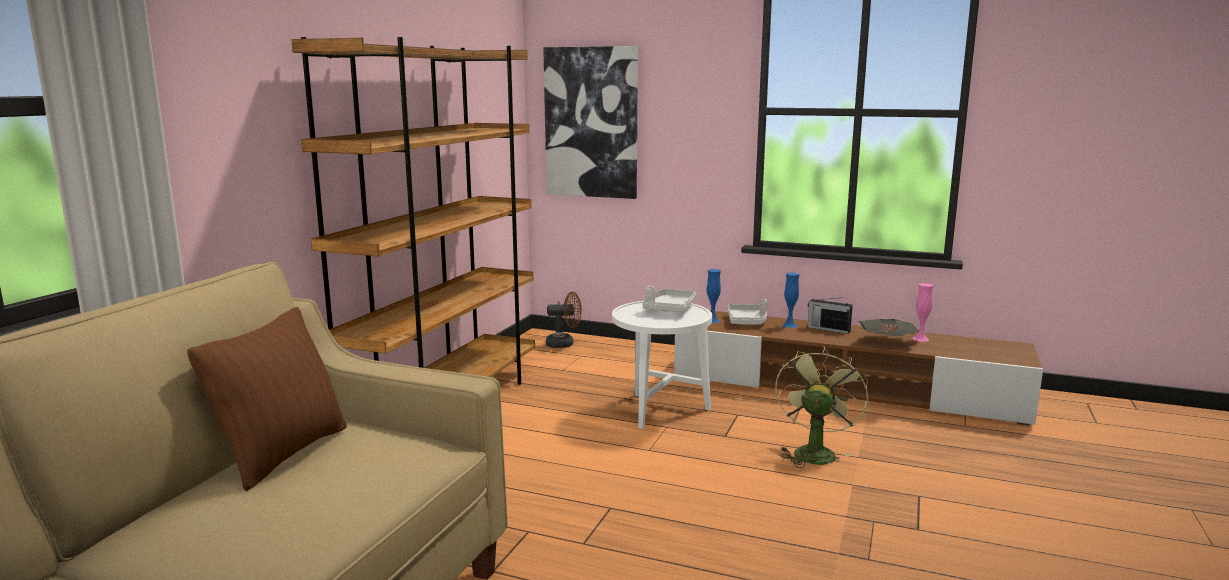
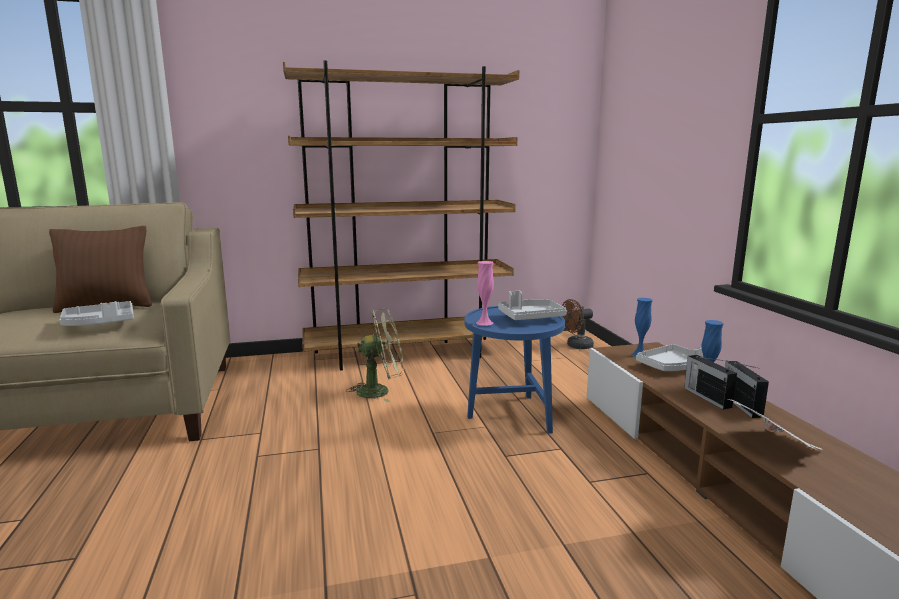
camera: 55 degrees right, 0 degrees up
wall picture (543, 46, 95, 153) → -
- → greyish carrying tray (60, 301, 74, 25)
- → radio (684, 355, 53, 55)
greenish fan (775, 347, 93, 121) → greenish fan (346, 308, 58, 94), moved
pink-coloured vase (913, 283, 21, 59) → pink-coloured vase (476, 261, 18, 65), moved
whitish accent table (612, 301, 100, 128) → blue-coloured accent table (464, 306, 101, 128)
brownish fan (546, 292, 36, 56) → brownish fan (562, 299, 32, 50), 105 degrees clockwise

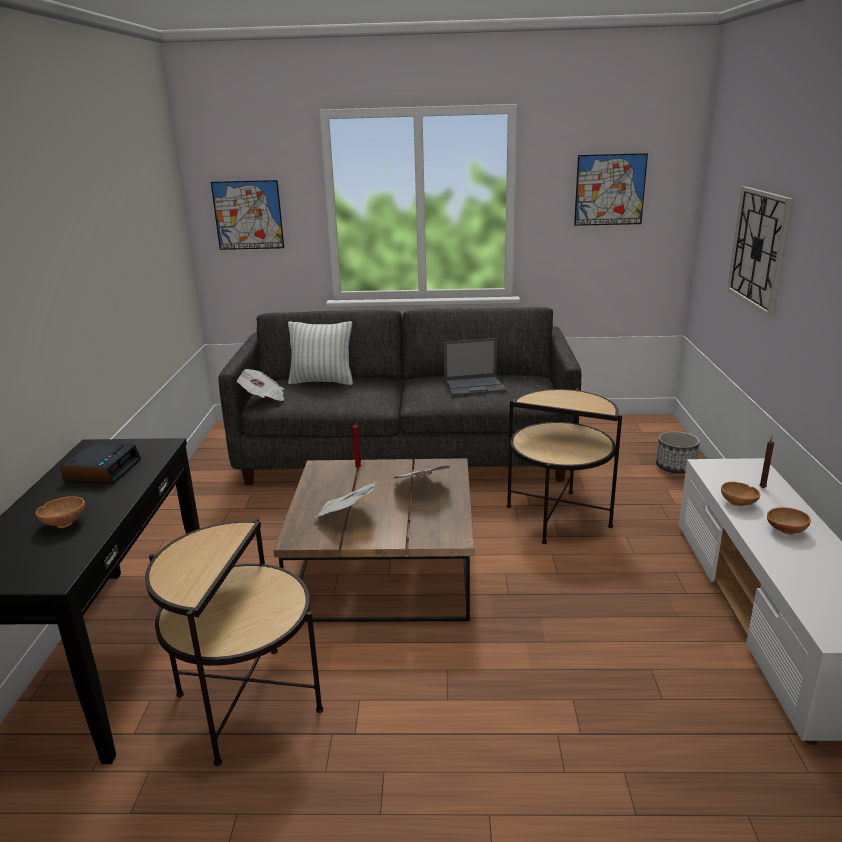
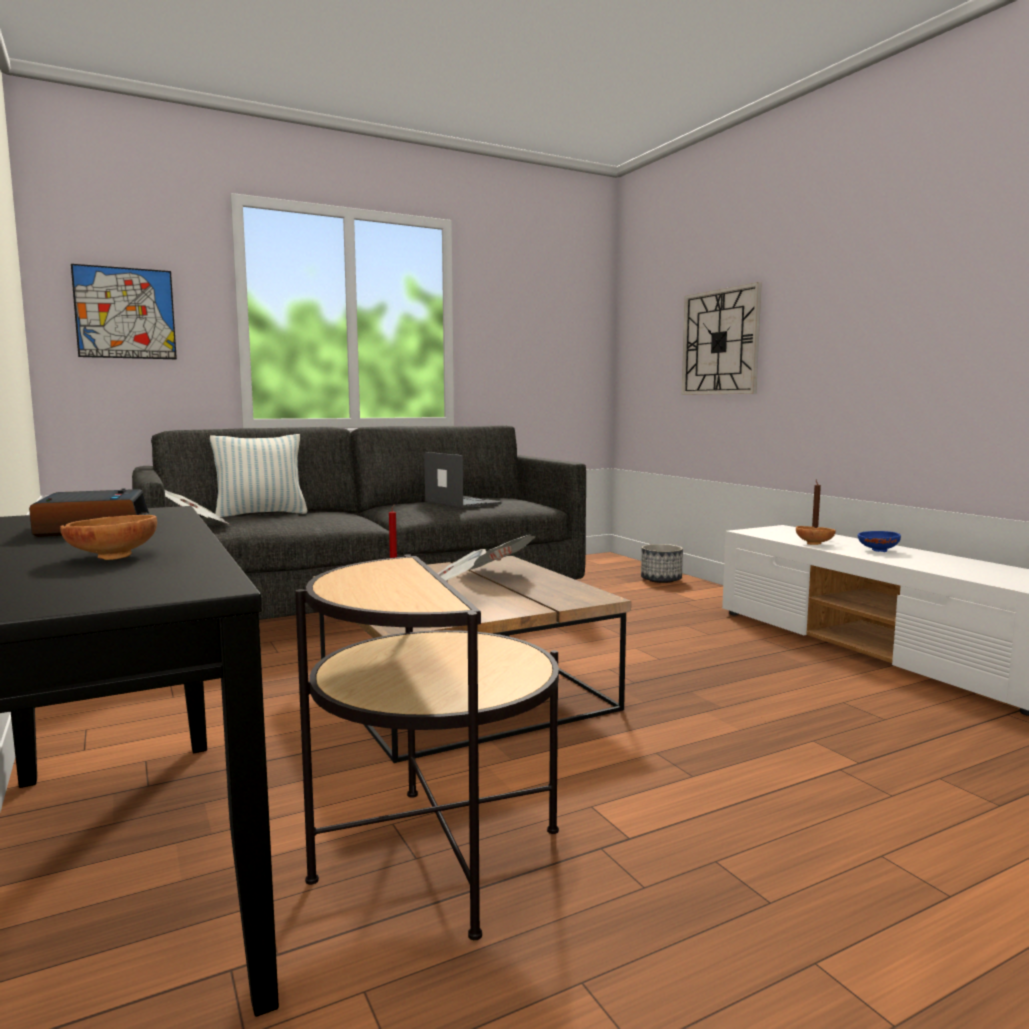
camera: 30 degrees left, 15 degrees down
accent table (506, 389, 116, 155) → -
wall picture (574, 153, 74, 73) → -
brownish deep dish (767, 507, 44, 28) → blue-coloured deep dish (858, 531, 43, 21)
notebook computer (444, 338, 63, 58) → notebook computer (424, 452, 78, 56), 90 degrees counterclockwise

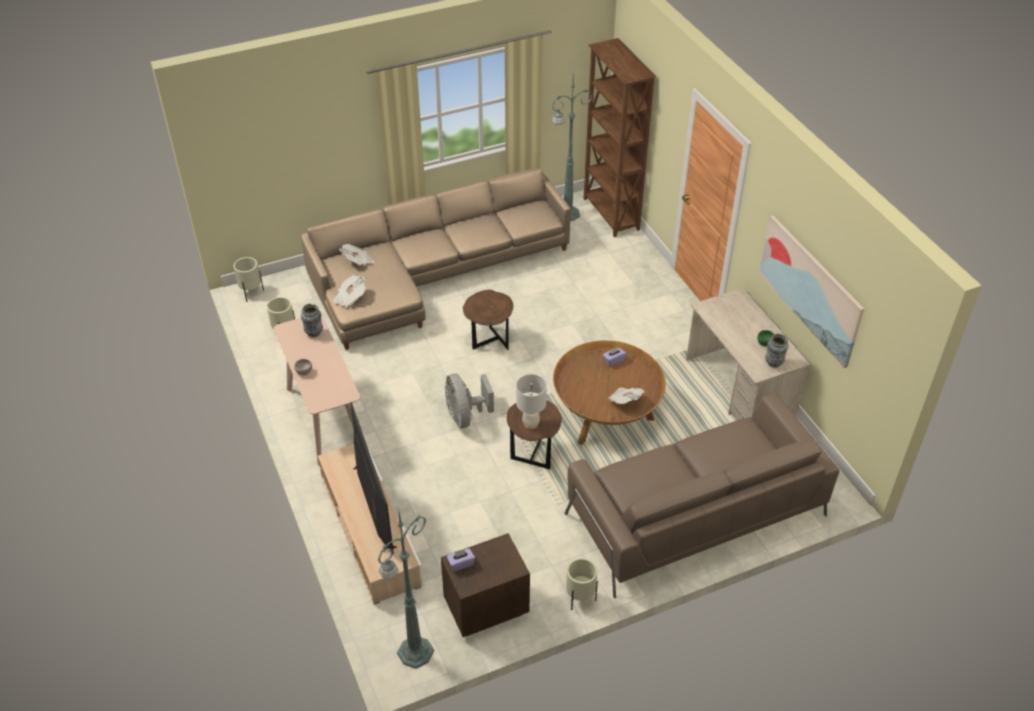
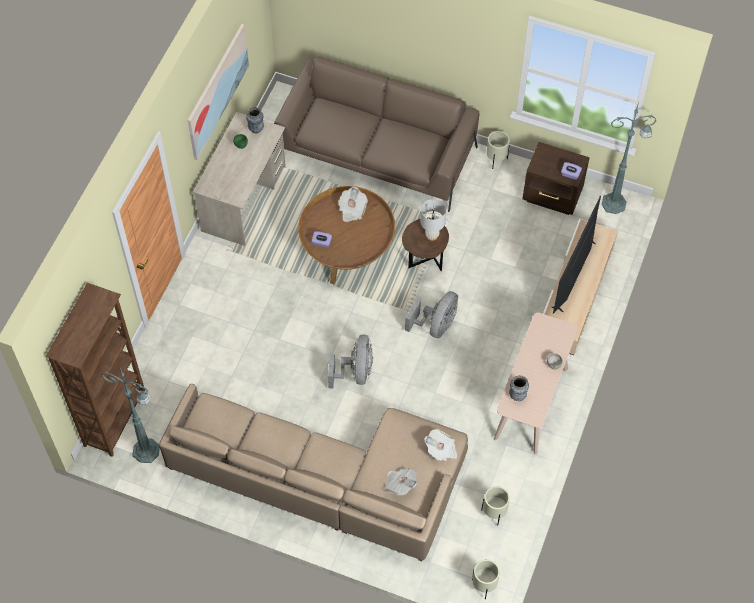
camera: 135 degrees left, 15 degrees up
brownish accent table (463, 290, 50, 60) → greyish fan (328, 334, 45, 55)

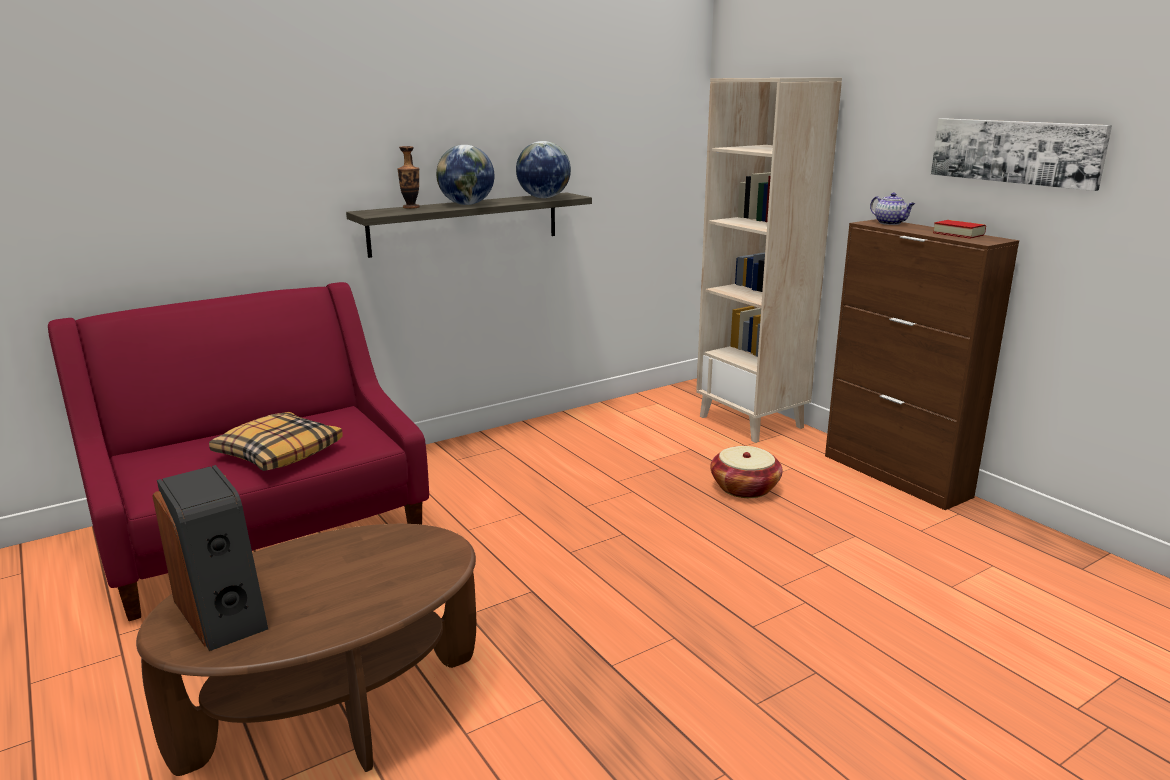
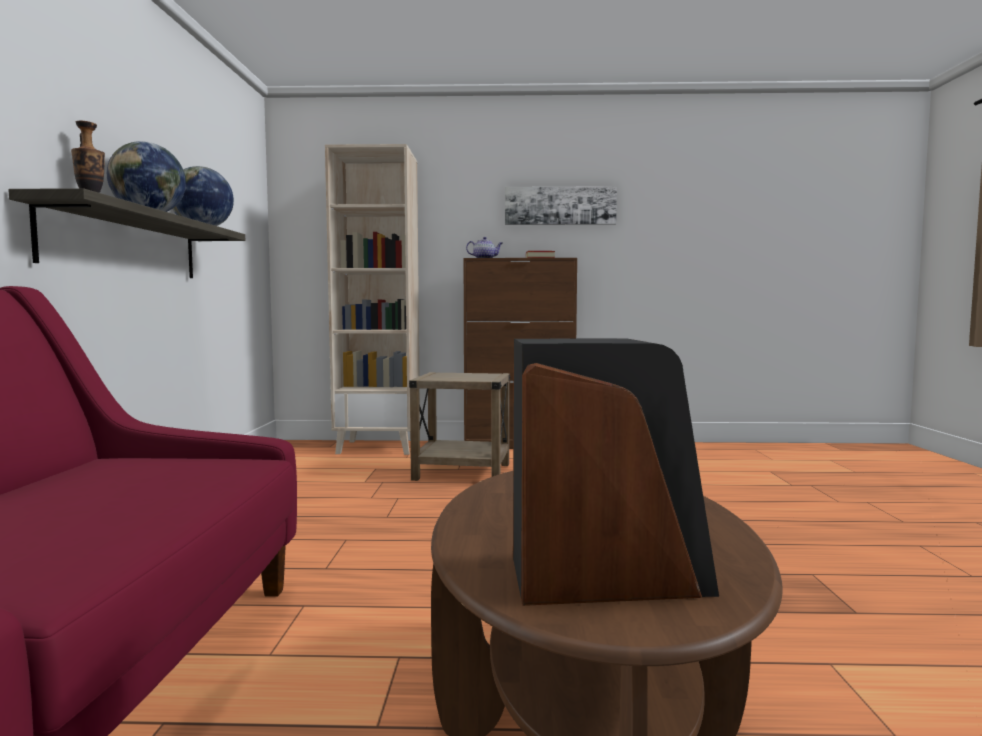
camera: 55 degrees left, 15 degrees down
pillow (209, 412, 134, 59) → -
household basket (710, 446, 73, 52) → beige accent table (409, 372, 102, 109)

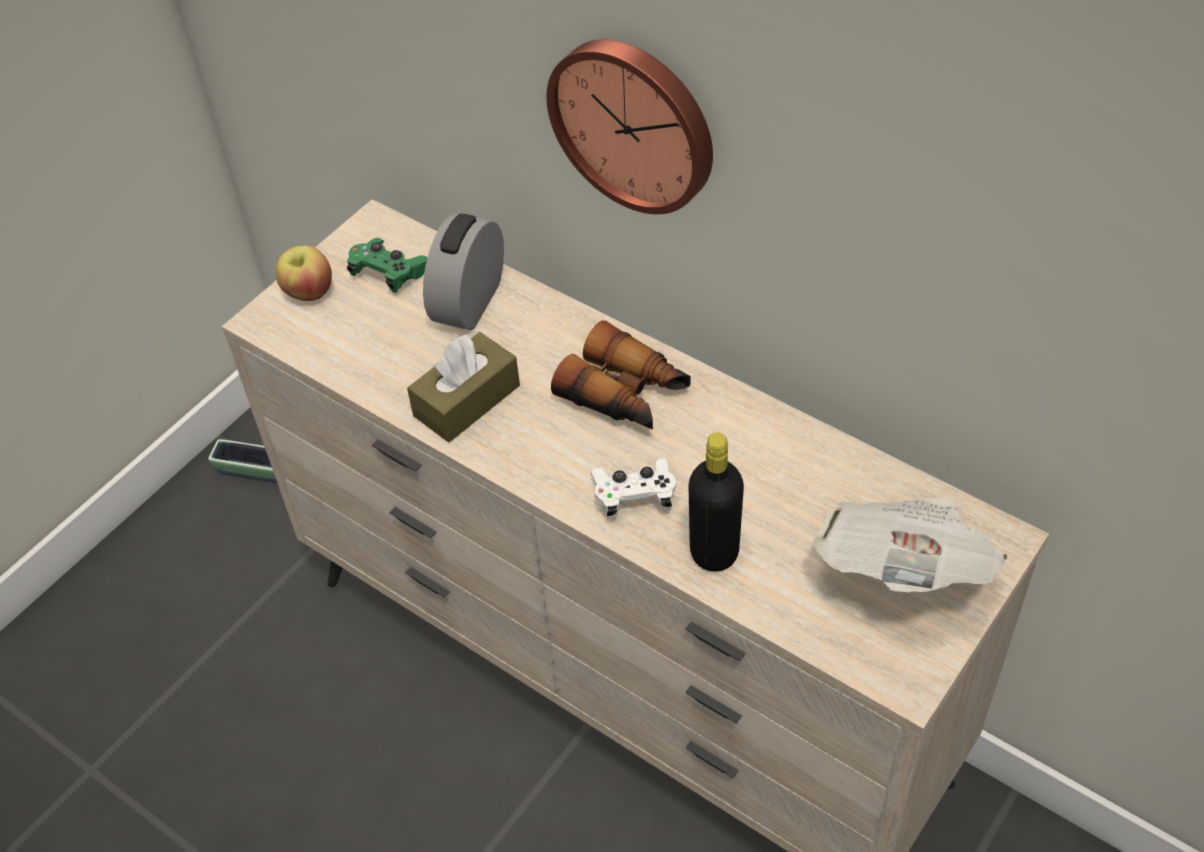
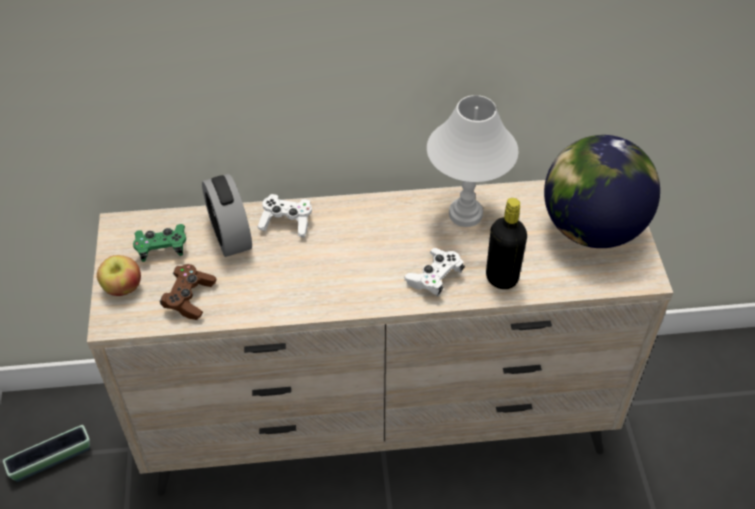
camera: 45 degrees left, 0 degrees up
brownish tissue holder (407, 332, 113, 110) → -
wall clock (546, 39, 167, 175) → -
field glasses (551, 320, 140, 109) → -
- → brownish game controller (160, 264, 56, 56)
- → whitish game controller (257, 194, 55, 44)
- → whitish tabletop lamp (427, 95, 92, 132)
daily paper (813, 497, 196, 95) → globe (544, 135, 116, 113)

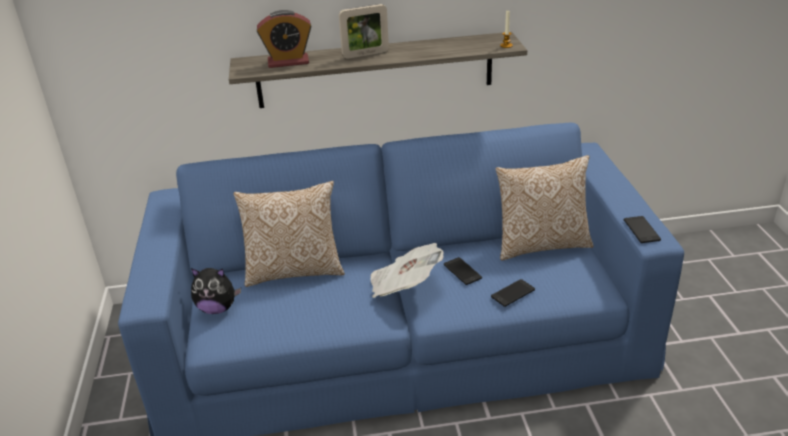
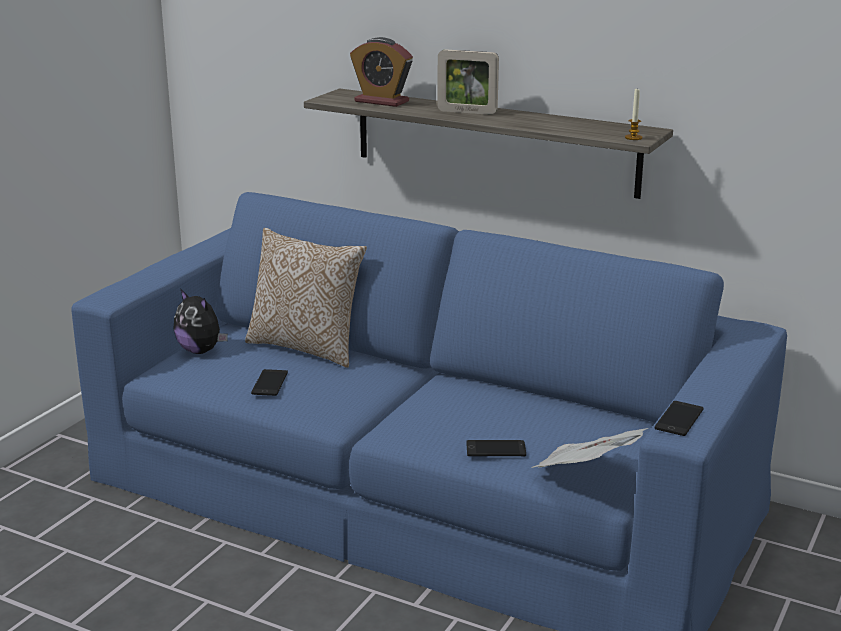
camera: 35 degrees right, 10 degrees down
pillow (496, 155, 98, 106) → -
daily paper (370, 243, 74, 55) → daily paper (531, 428, 117, 40), moved
telephone (444, 257, 38, 28) → telephone (251, 369, 37, 27), moved

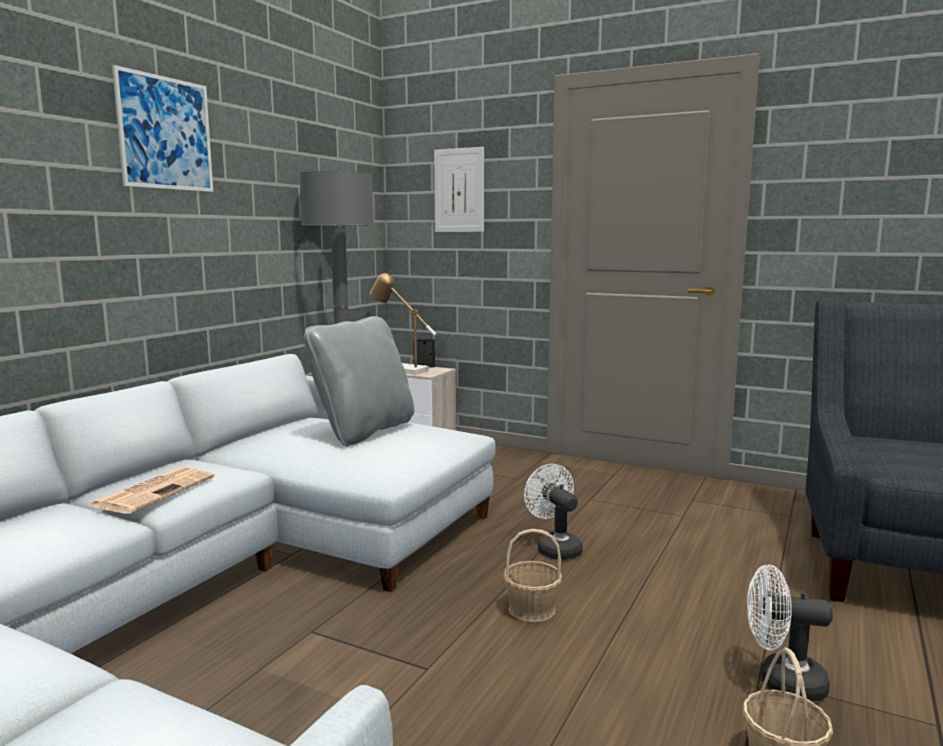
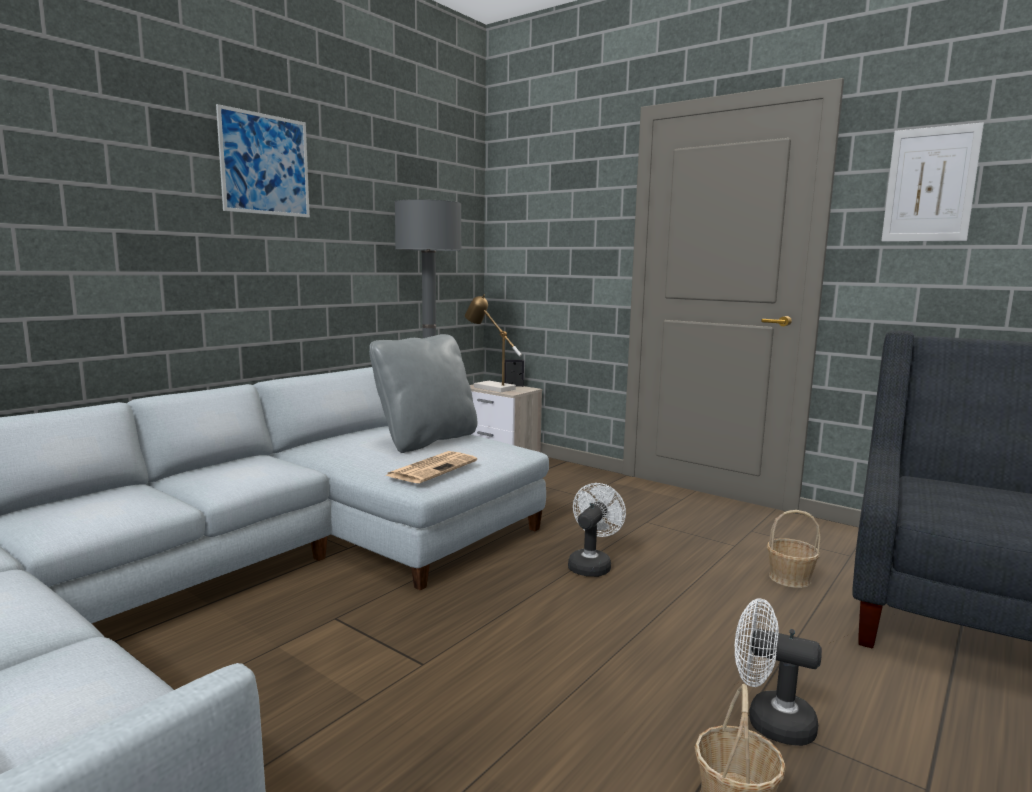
camera: 10 degrees right, 0 degrees up
daily paper (90, 467, 125, 47) → daily paper (385, 451, 92, 32), moved
wall picture (434, 147, 50, 85) → wall picture (881, 122, 103, 120), moved
household basket (503, 529, 59, 93) → household basket (767, 510, 54, 78), moved
whitish fan (524, 464, 59, 96) → whitish fan (568, 483, 58, 94), 45 degrees clockwise

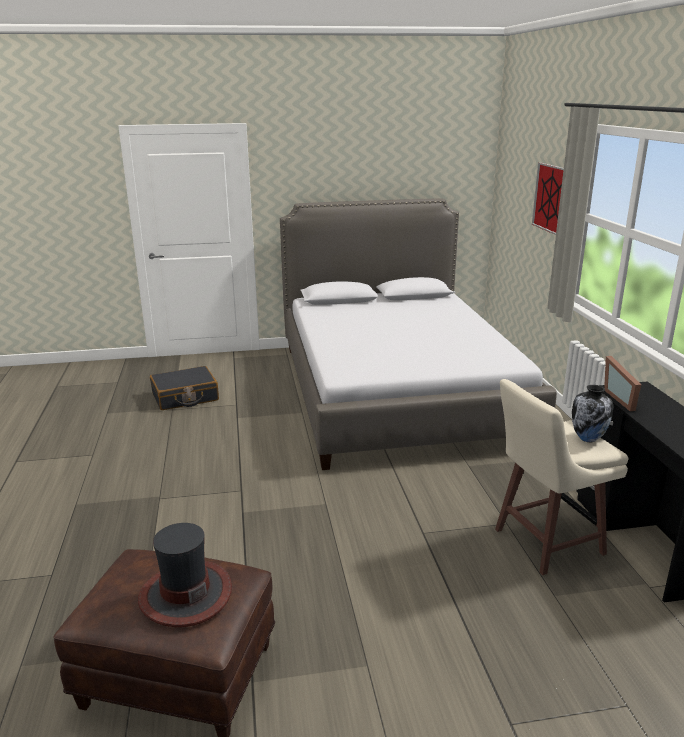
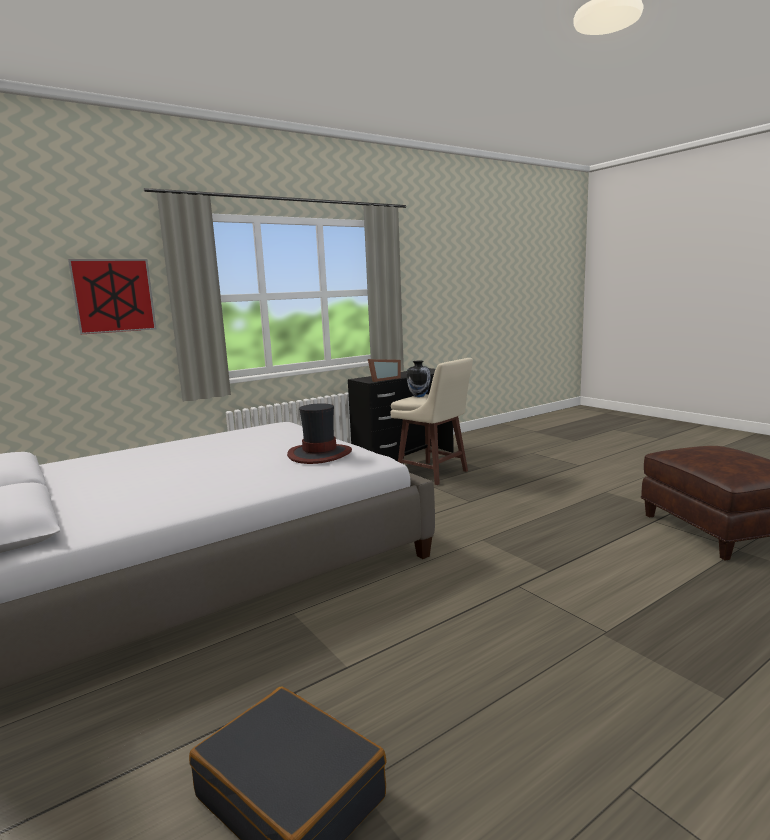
camera: 115 degrees left, 10 degrees down
hat (138, 523, 94, 104) → hat (287, 404, 65, 60), moved

